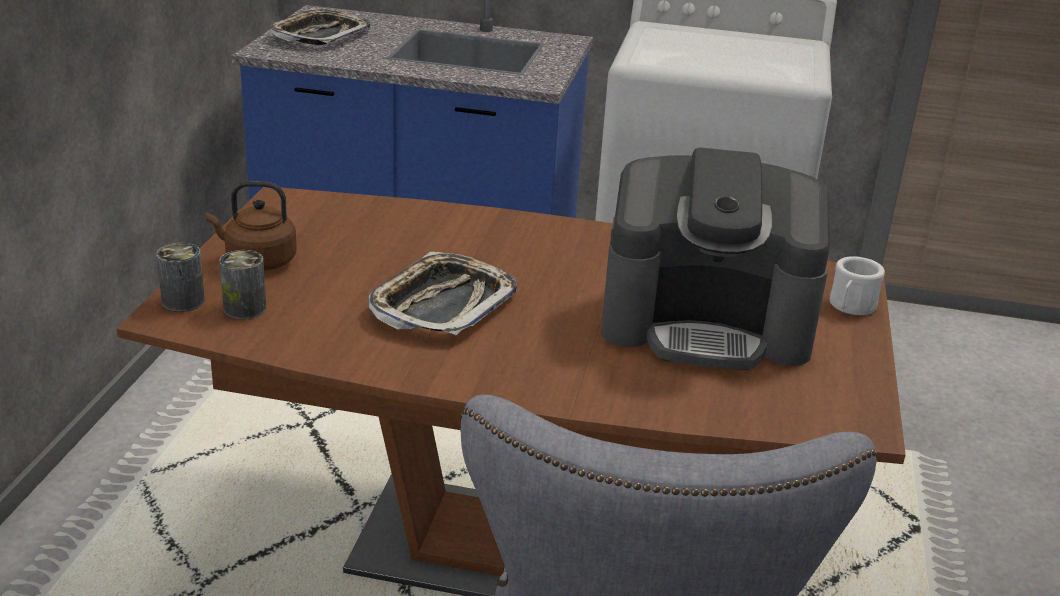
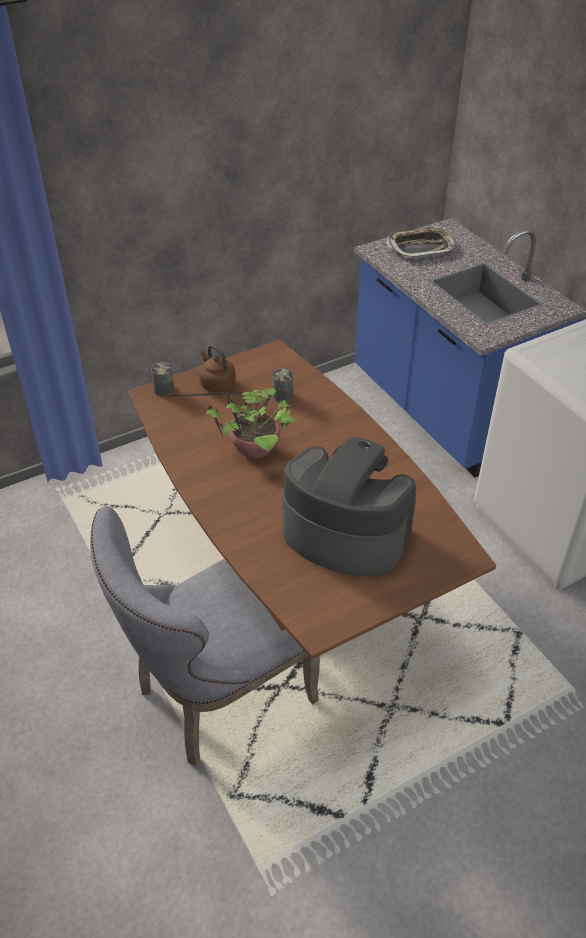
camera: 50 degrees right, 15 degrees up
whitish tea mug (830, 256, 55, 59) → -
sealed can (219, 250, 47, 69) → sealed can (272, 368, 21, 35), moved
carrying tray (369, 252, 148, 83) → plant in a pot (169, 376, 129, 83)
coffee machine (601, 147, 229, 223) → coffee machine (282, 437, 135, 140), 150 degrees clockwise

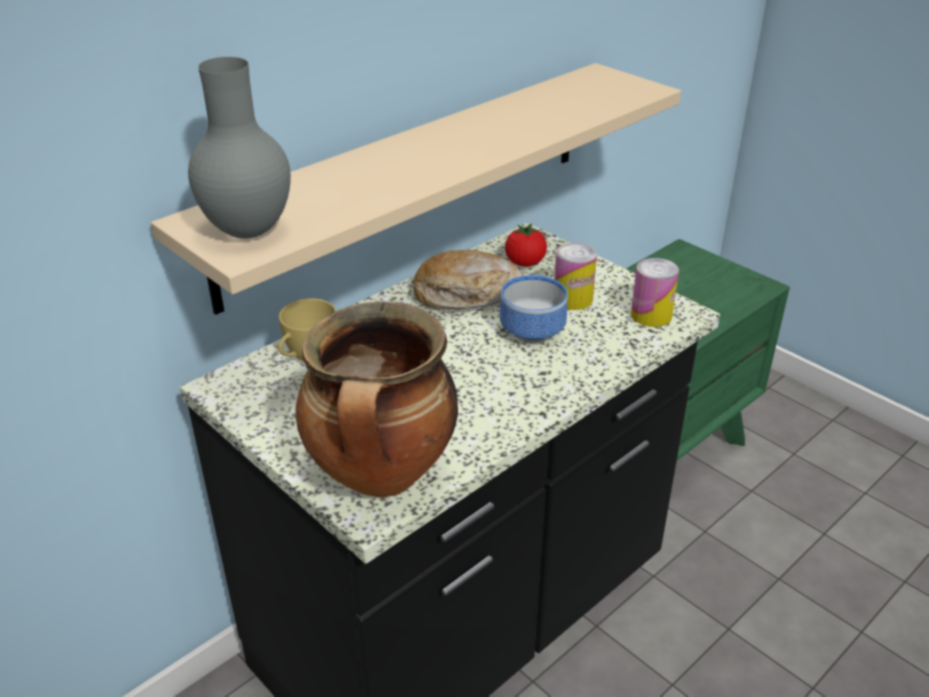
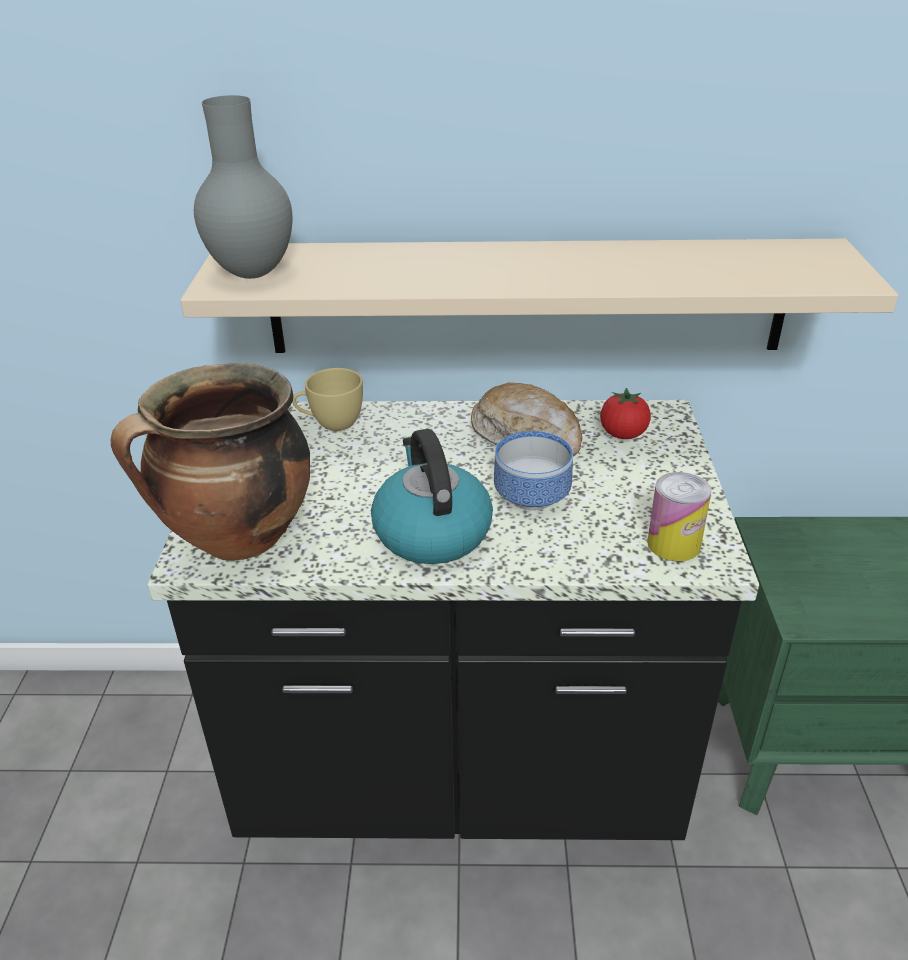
camera: 45 degrees right, 0 degrees up
sealed can (554, 243, 43, 67) → -
- → kettle (371, 429, 122, 135)

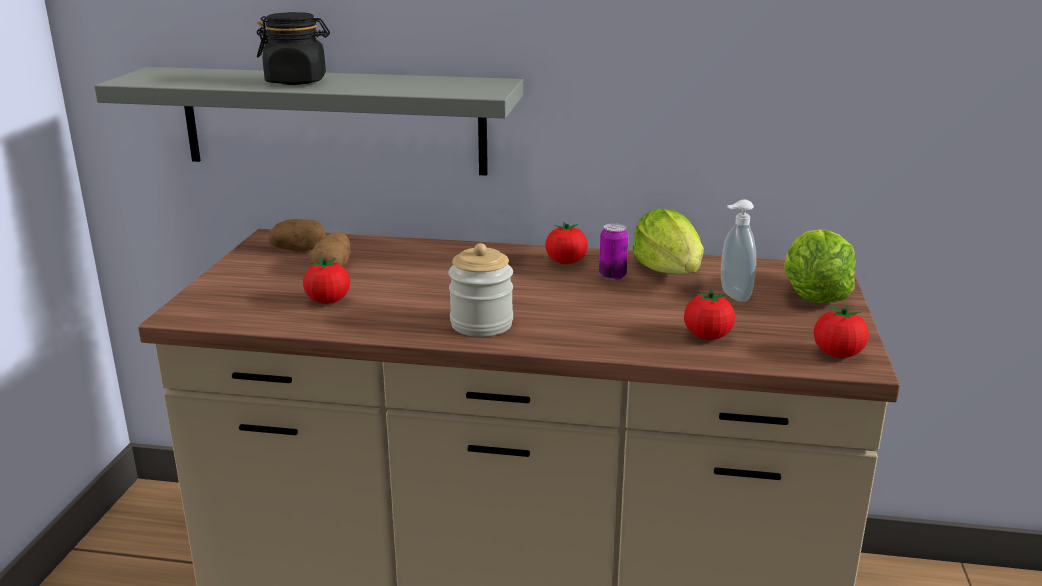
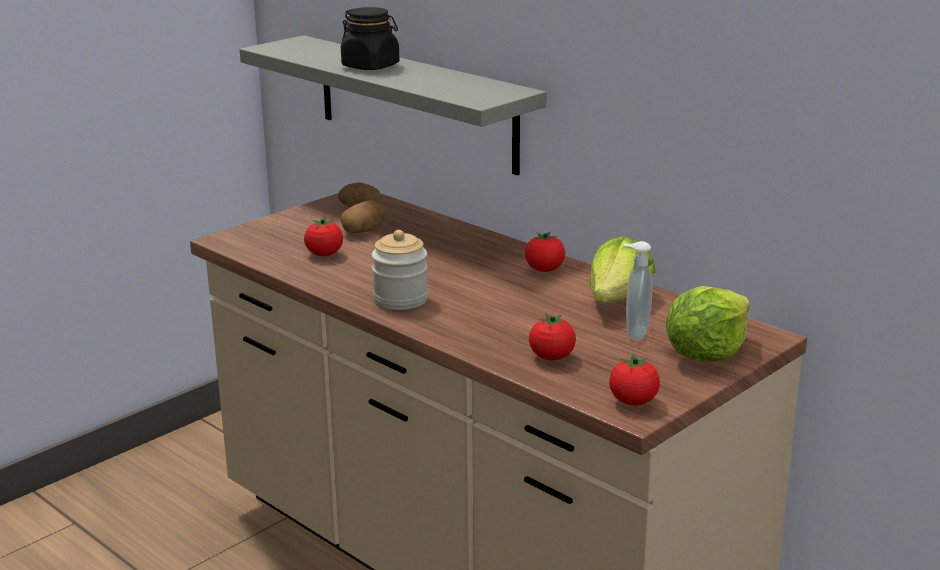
camera: 35 degrees right, 0 degrees up
sealed can (599, 223, 29, 57) → -

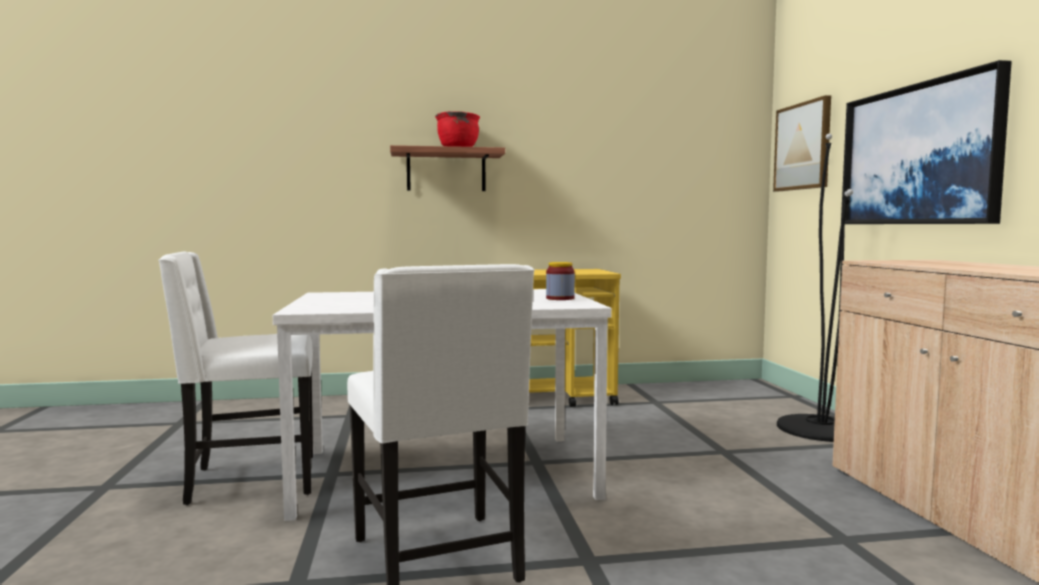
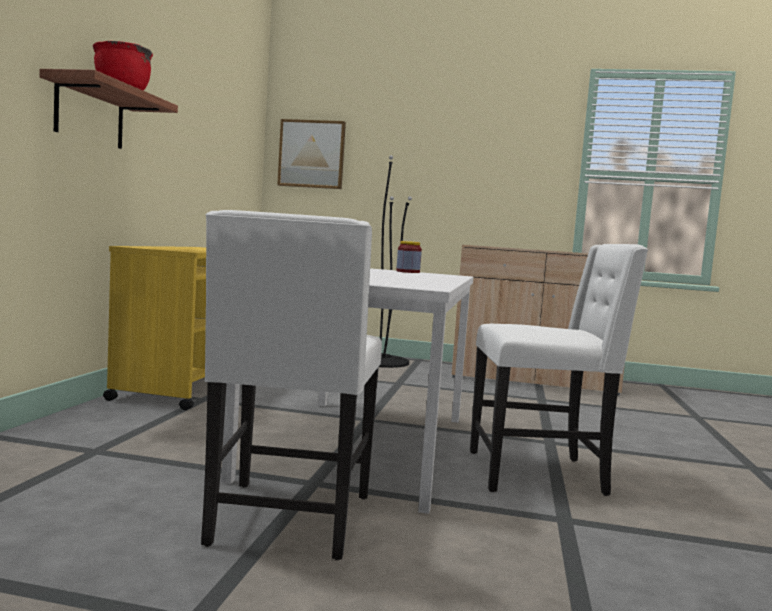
camera: 70 degrees left, 0 degrees up
wall picture (841, 60, 171, 164) → -

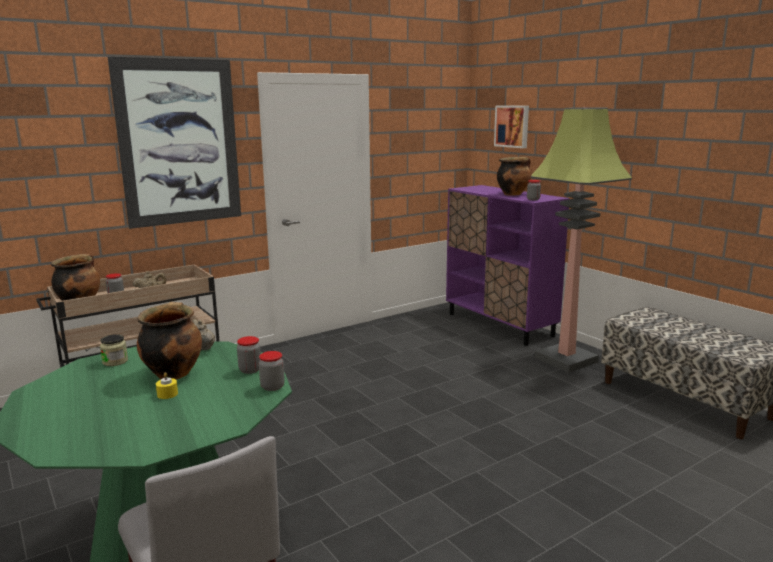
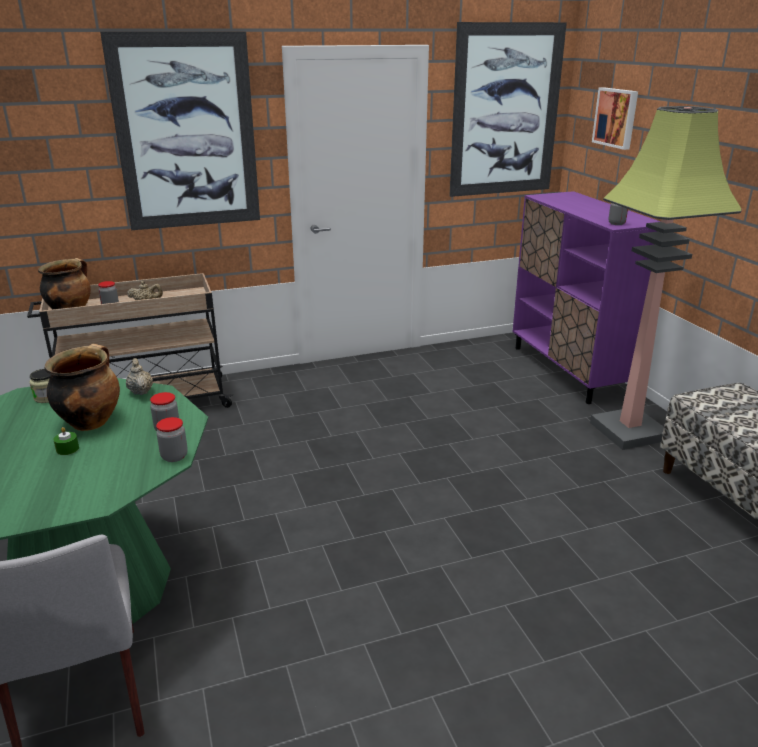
camera: 15 degrees right, 10 degrees up
saucepot (497, 157, 34, 39) → -
- → wall picture (450, 22, 117, 175)
yellowish candle (156, 372, 22, 27) → greenish candle (53, 427, 26, 28)

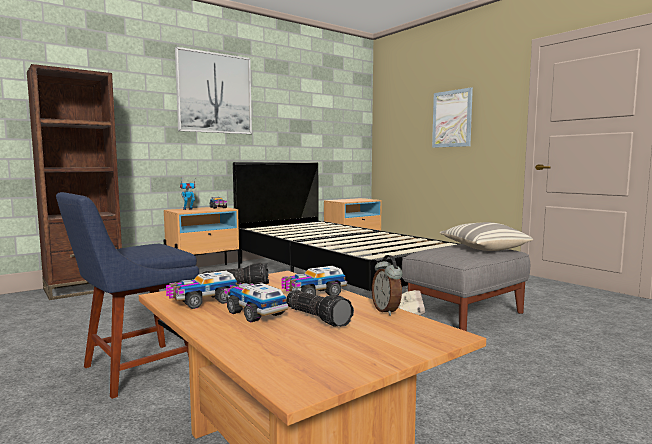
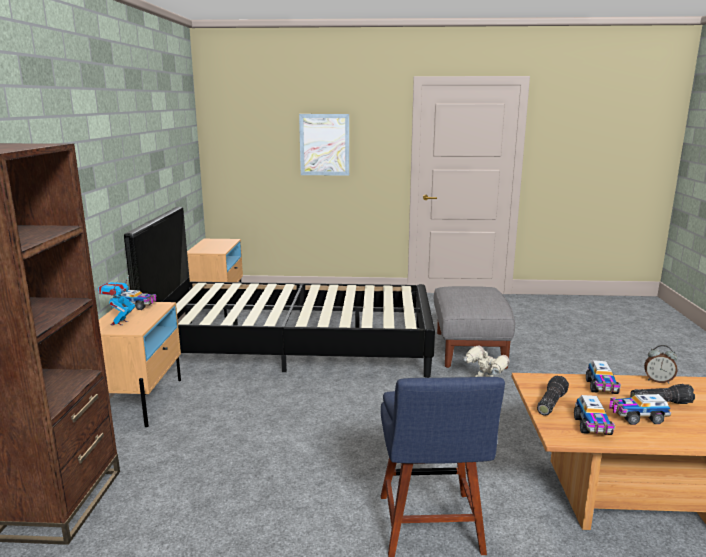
camera: 50 degrees left, 10 degrees up
wall picture (175, 47, 77, 87) → -
pillow (439, 222, 94, 29) → -

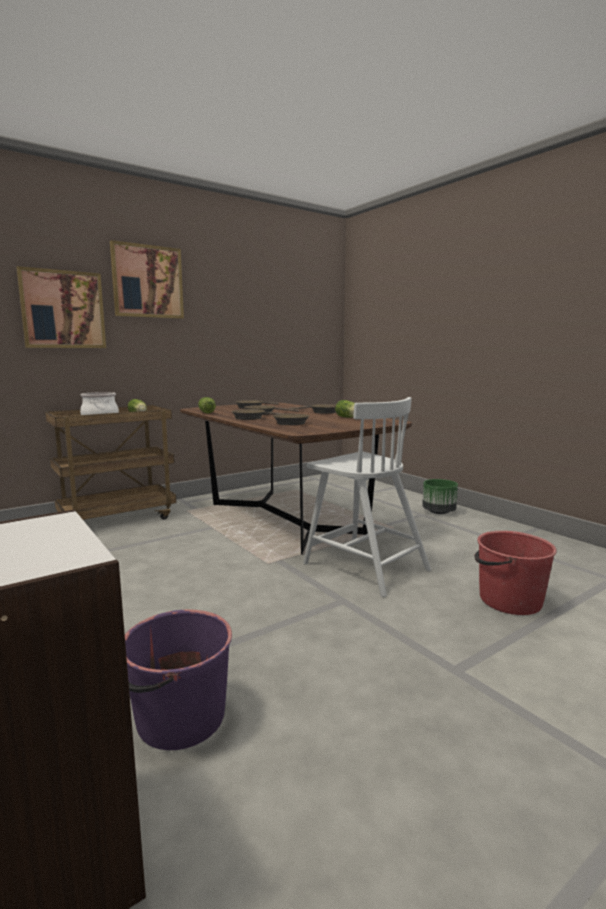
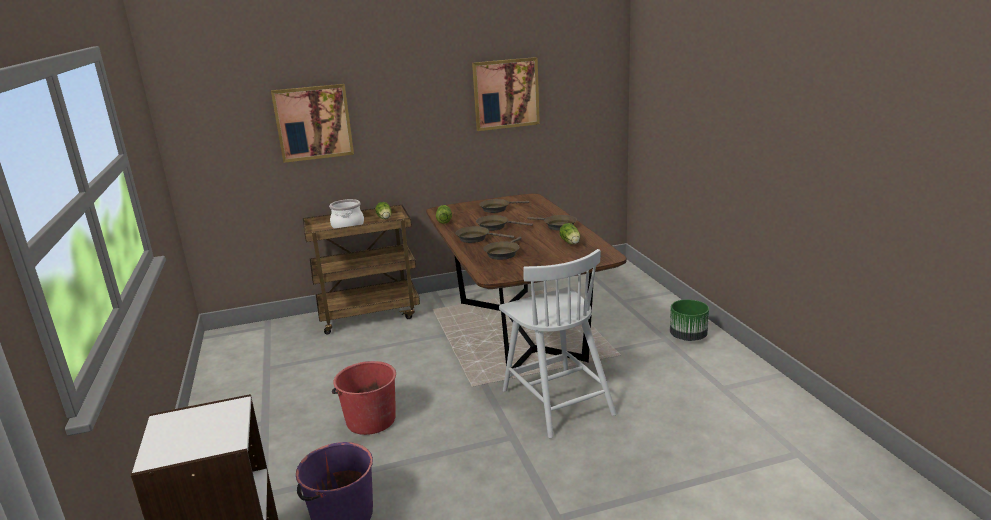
camera: 20 degrees right, 10 degrees up
wall picture (110, 240, 74, 79) → wall picture (472, 57, 68, 74), moved
red-coloured water bucket (474, 531, 83, 84) → red-coloured water bucket (332, 361, 64, 74), moved

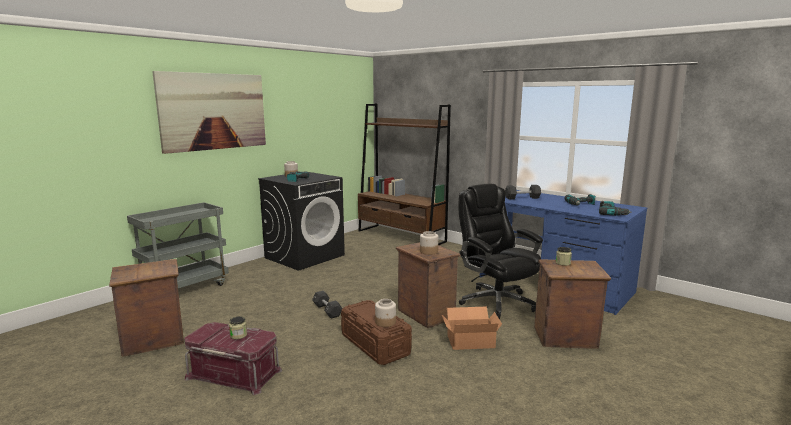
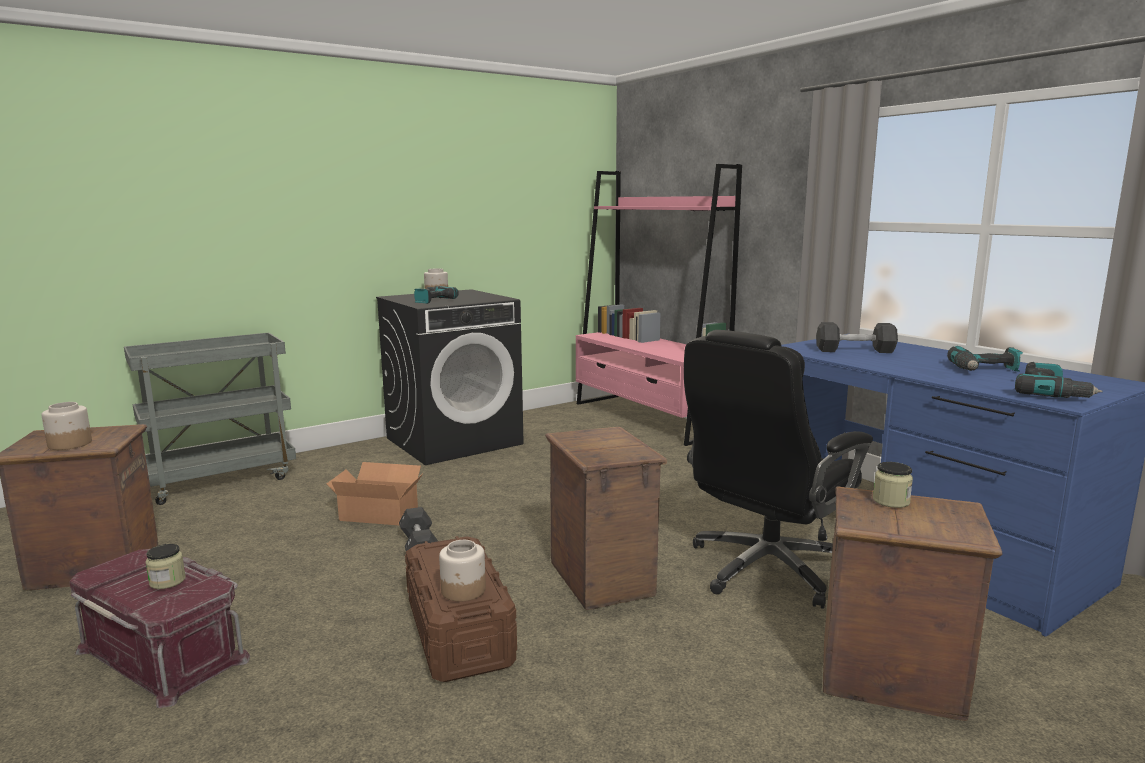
camera: 15 degrees right, 0 degrees up
wall picture (152, 71, 114, 83) → -
storage jar (420, 231, 18, 24) → storage jar (41, 402, 51, 48), moved
packing box (442, 307, 60, 43) → packing box (327, 462, 96, 64), moved
brownish bookcase (358, 104, 93, 141) → pink-coloured bookcase (576, 164, 166, 282)
black office chair (458, 184, 85, 135) → black office chair (684, 330, 189, 279), 120 degrees counterclockwise

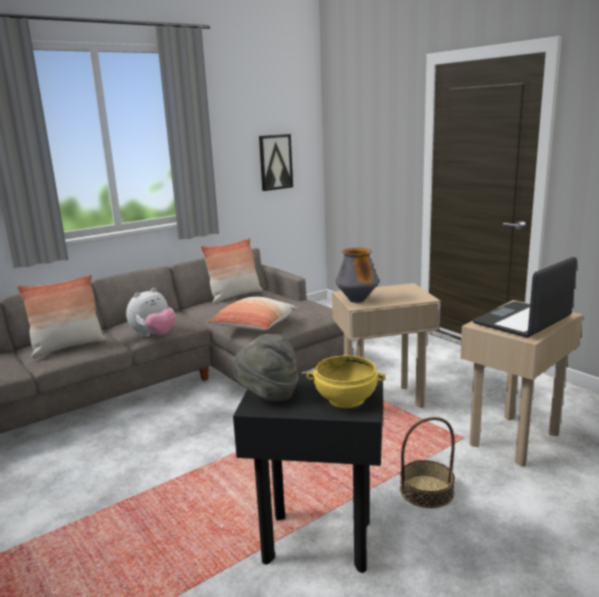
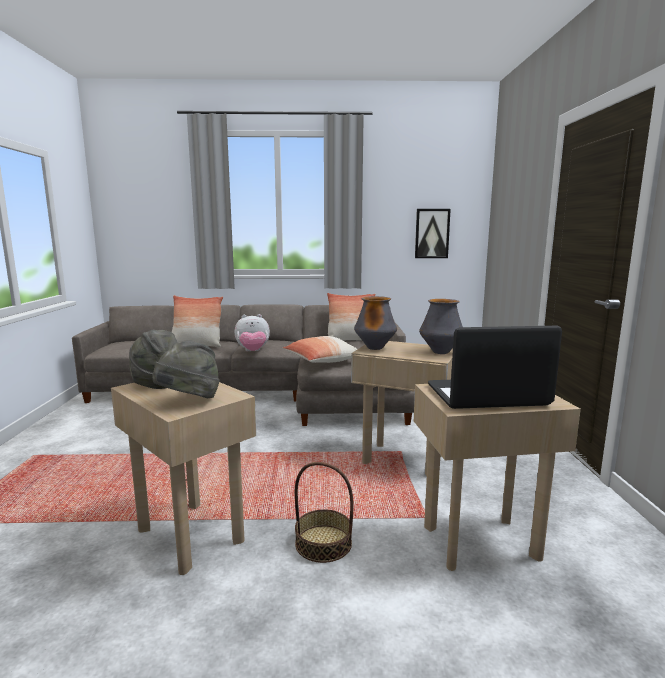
camera: 35 degrees right, 5 degrees down
- → vase (419, 299, 44, 55)
yellowish deep dish (306, 355, 80, 53) → greyish hat (152, 340, 68, 58)
black accent table (233, 373, 150, 200) → beige accent table (111, 382, 145, 193)

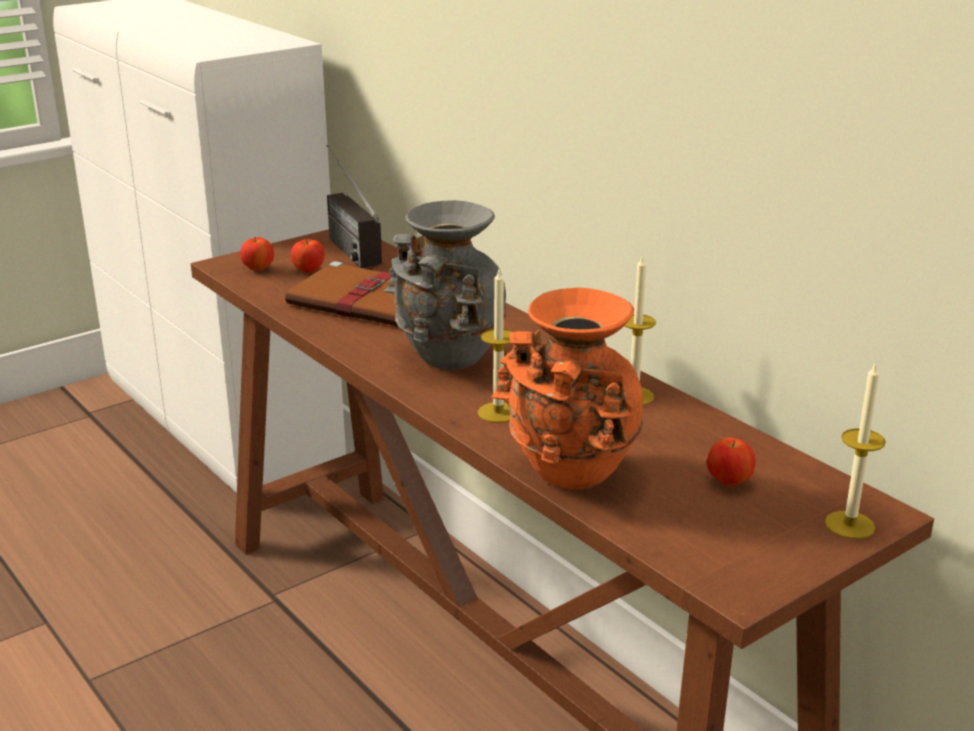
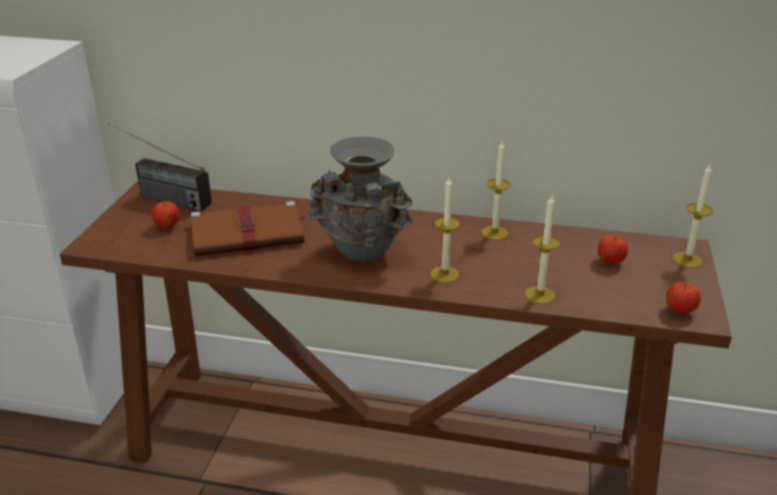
camera: 40 degrees left, 5 degrees up
apple (240, 237, 34, 34) → apple (666, 282, 35, 33), moved
orange vase (491, 288, 153, 201) → candle (525, 195, 35, 109)

